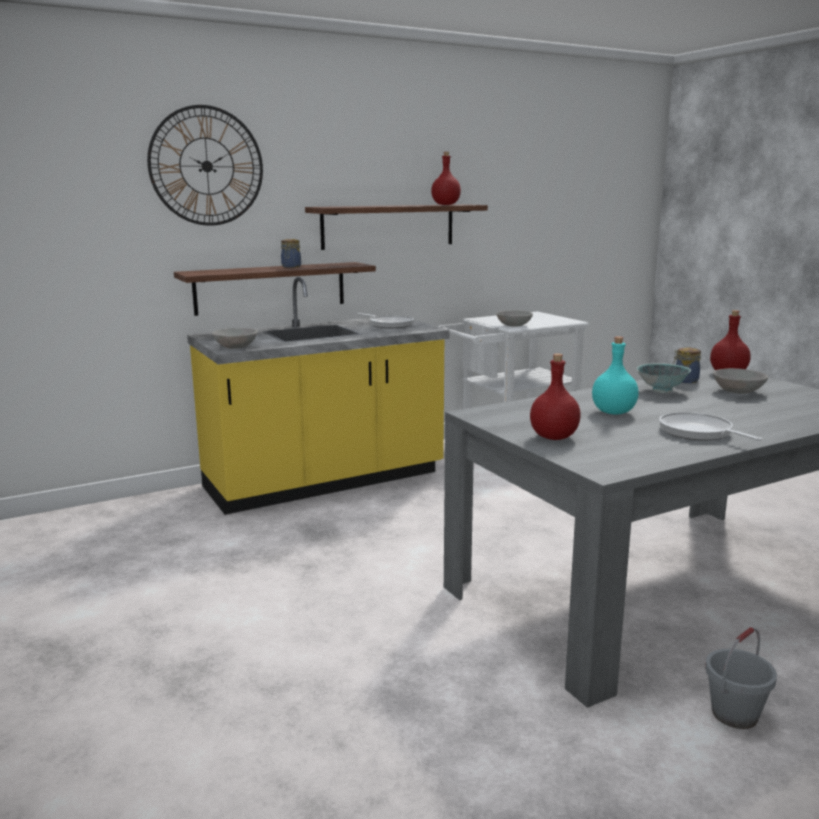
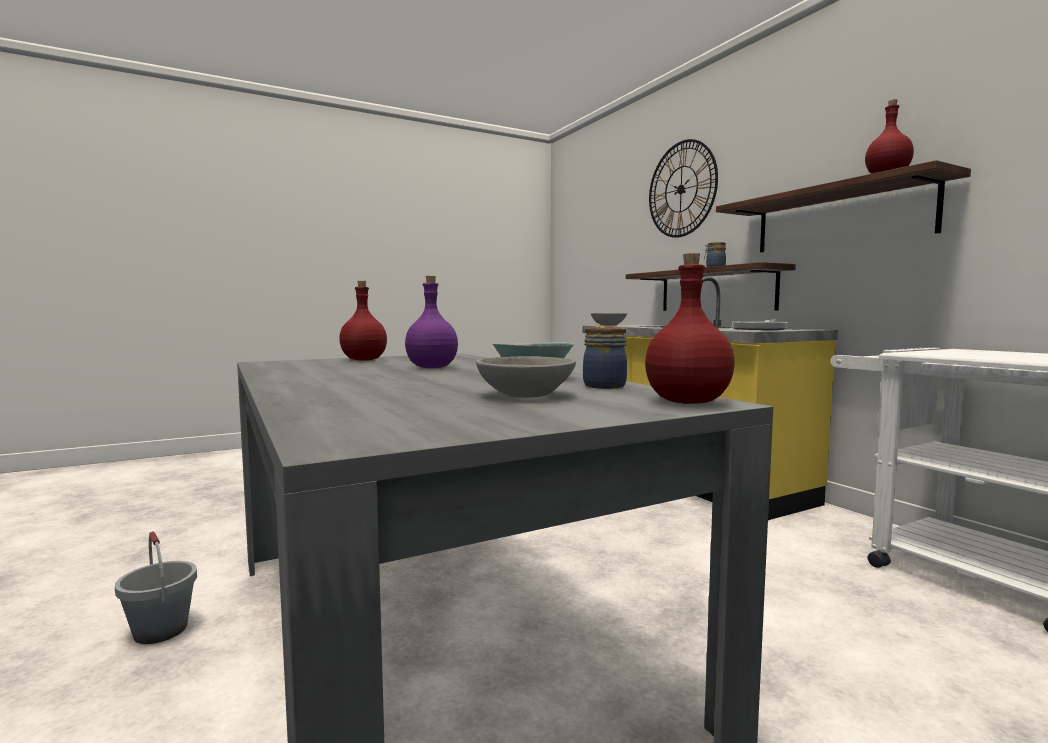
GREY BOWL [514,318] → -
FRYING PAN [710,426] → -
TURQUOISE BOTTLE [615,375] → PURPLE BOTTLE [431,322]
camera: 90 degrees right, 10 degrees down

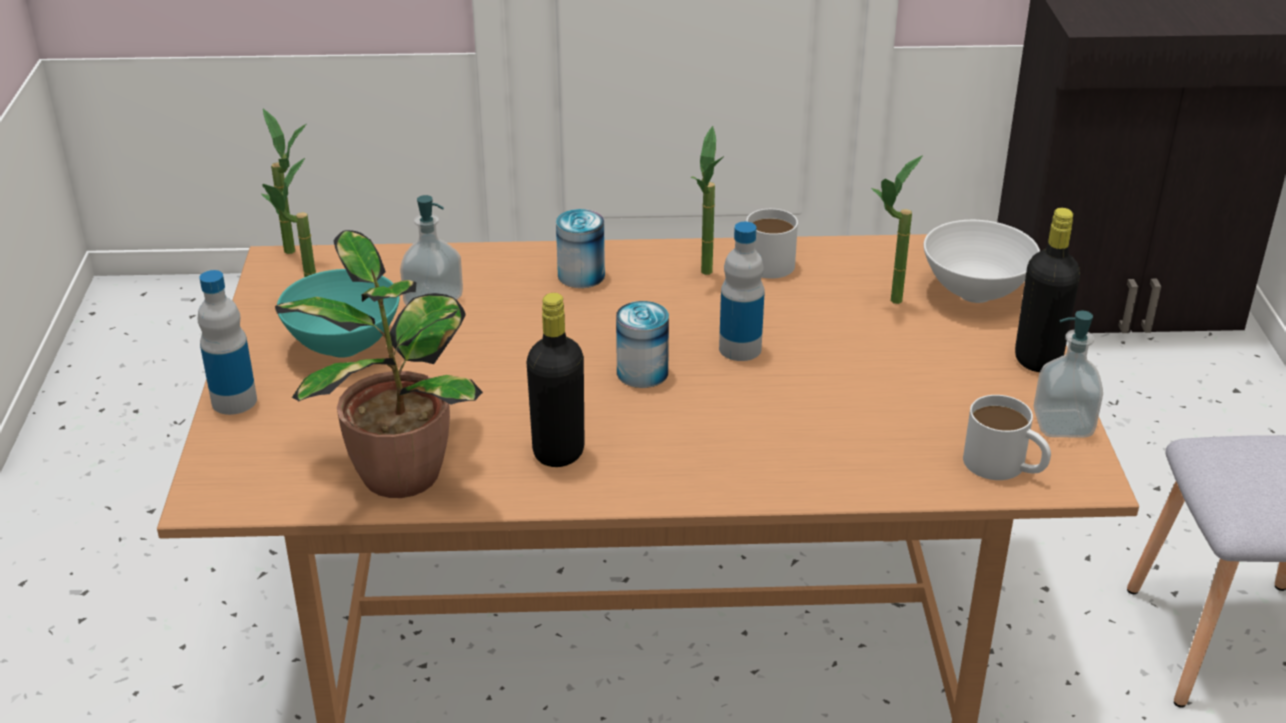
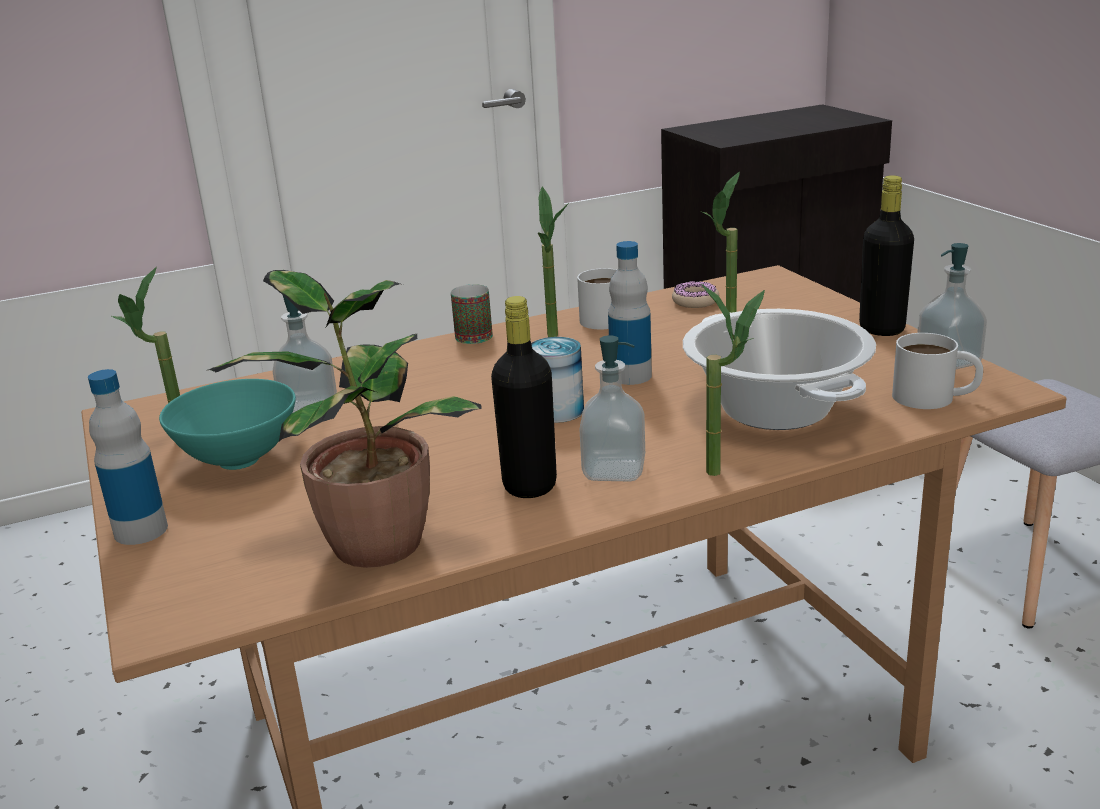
CAN [580,248] → -
WHITE BOWL [982,261] → -
- → MUG [472,314]
- → SOAP DISPENSER [612,408]
- → DONUT [695,294]
- → COOKING POT [779,369]
POTTED PLANT [285,181] → POTTED PLANT [733,380], moved
camera: 20 degrees left, 10 degrees down

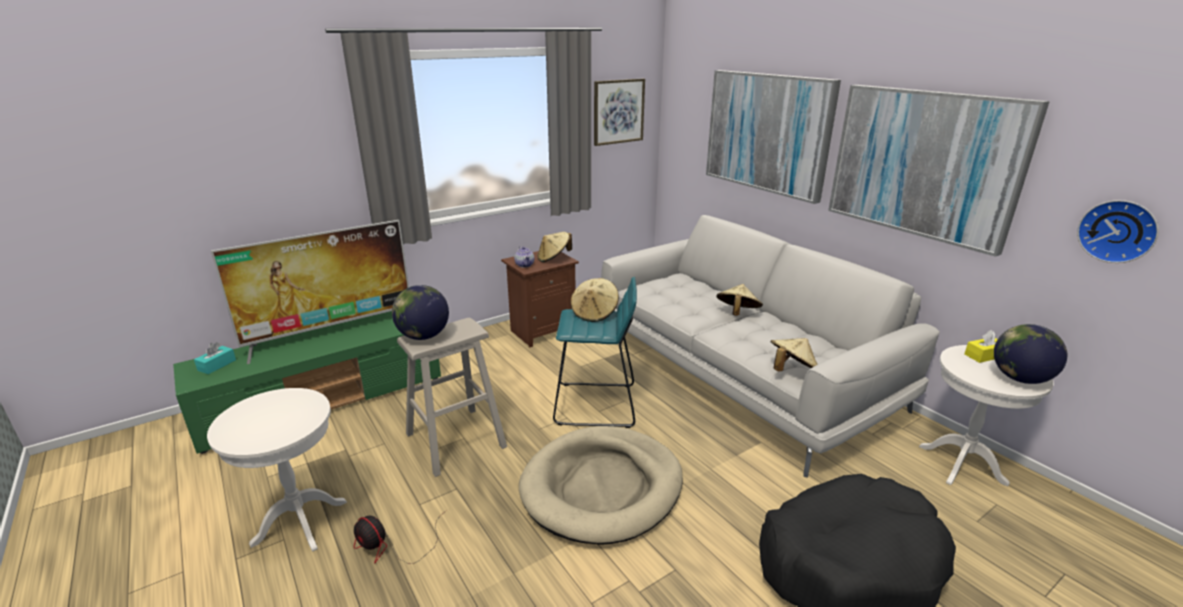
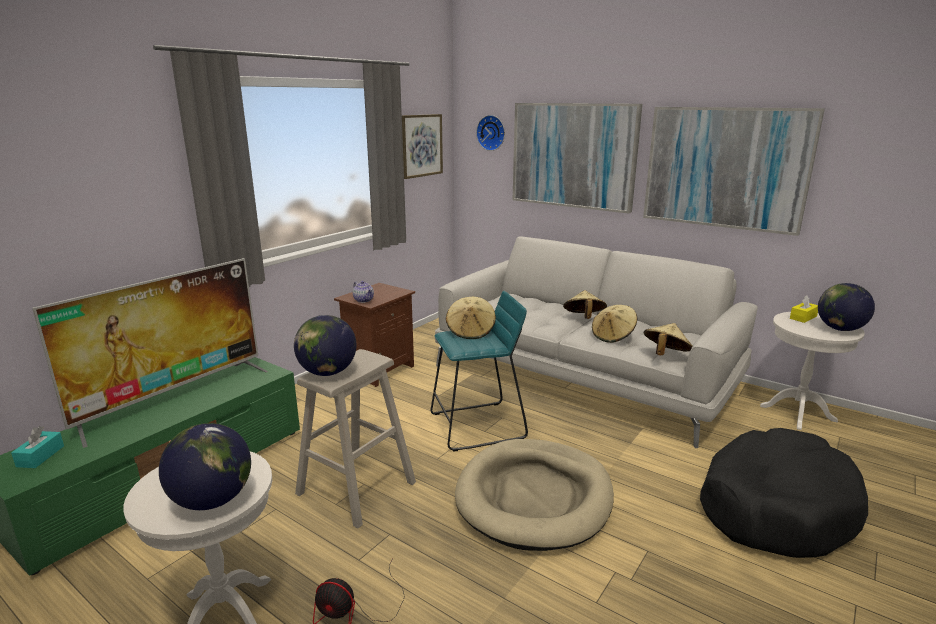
- → GLOBE [205,466]
BEIGE HAT [554,247] → BEIGE HAT [614,324], moved
WALL CLOCK [1118,231] → WALL CLOCK [490,133], moved
camera: 20 degrees left, 5 degrees down

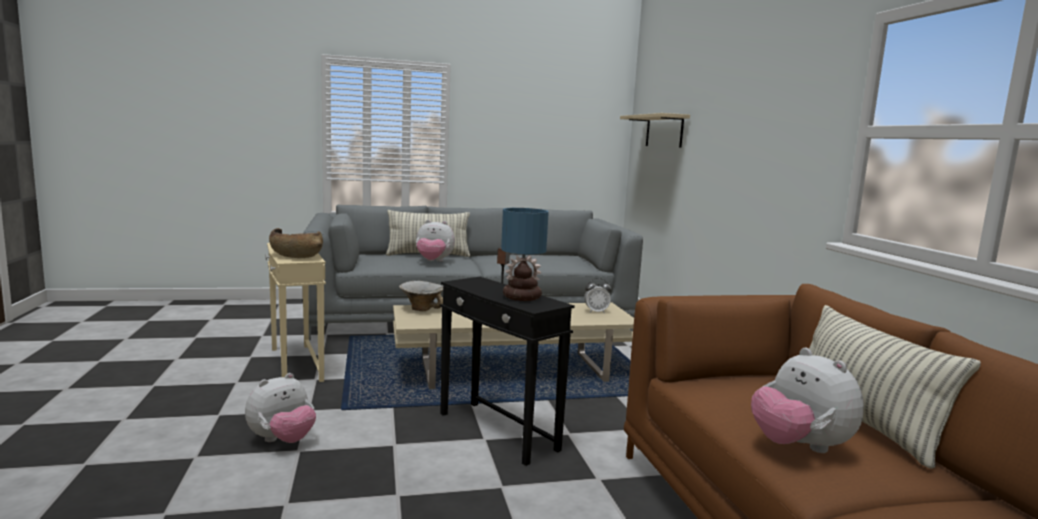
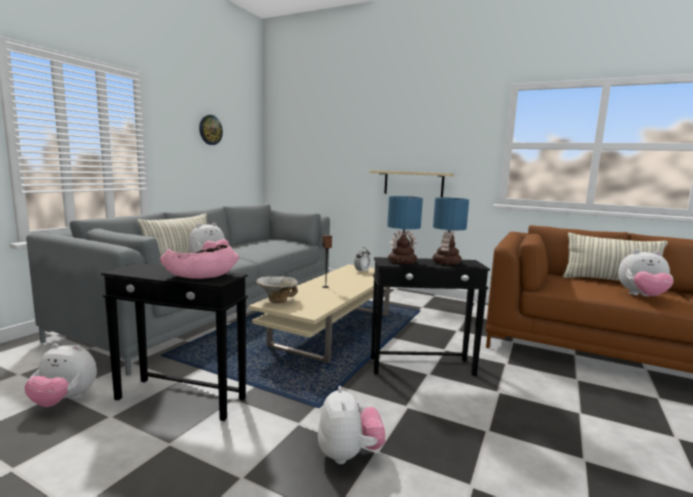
- → PLUSH TOY [60,375]
- → WALL CLOCK [211,130]
- → TABLE LAMP [405,230]
BEIGE SHELF [655,130] → BEIGE SHELF [412,183], moved
BEIGE SIDE TABLE [295,312] → BLACK SIDE TABLE [174,342]
BROWN BOWL [296,243] → PINK BOWL [199,261]
camera: 50 degrees left, 0 degrees up

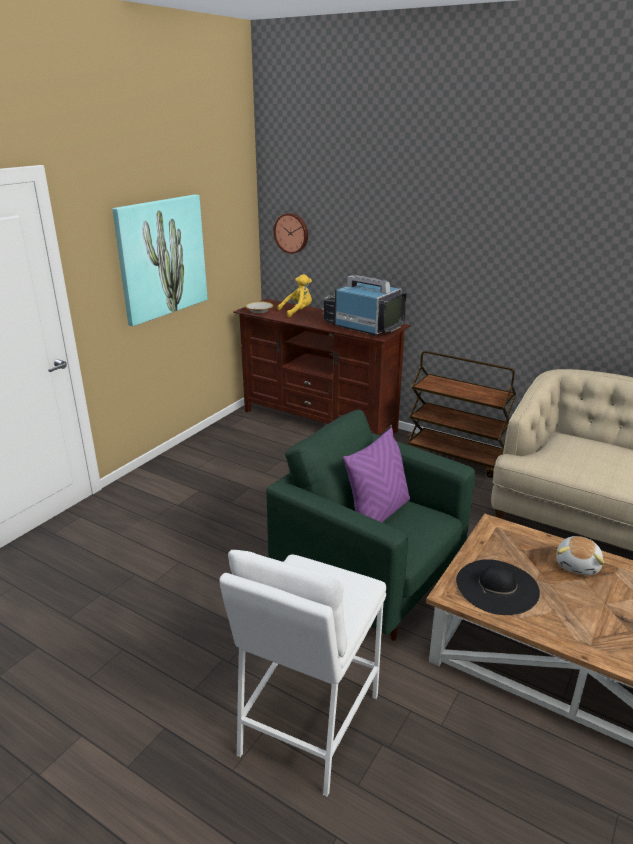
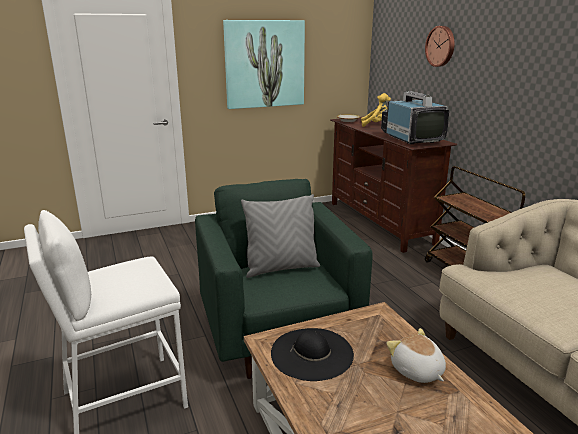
WALL CLOCK [290,233] → WALL CLOCK [440,46], moved
PURPLE PILLOW [376,474] → GREY PILLOW [280,236]
PLUSH TOY [580,555] → PLUSH TOY [416,355], 90 degrees clockwise
camera: 35 degrees right, 5 degrees down

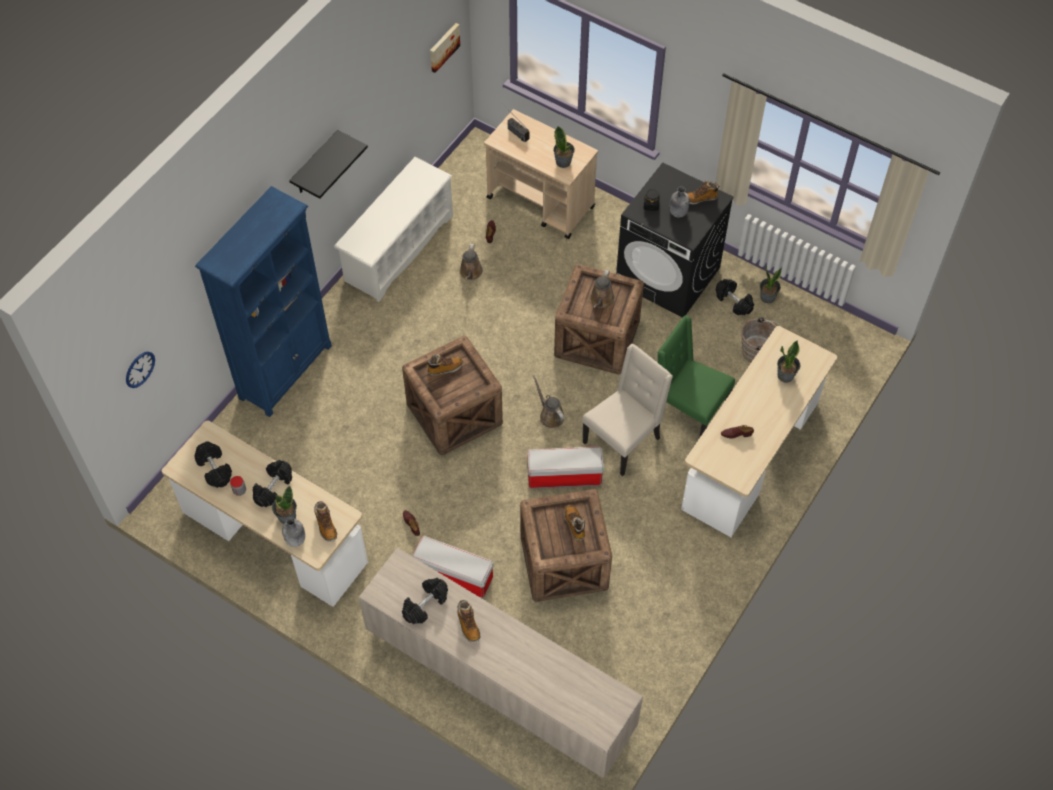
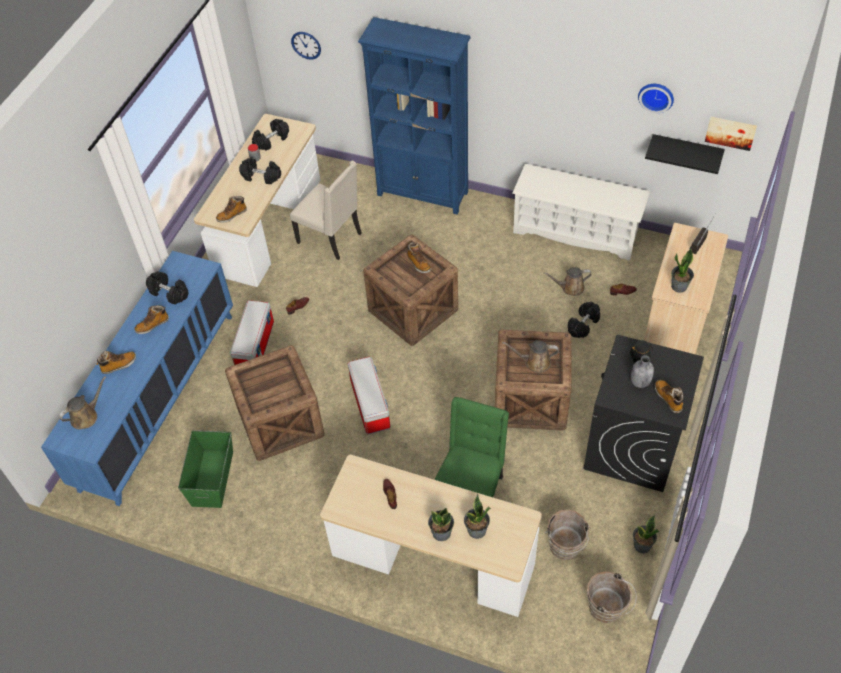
GREY BOTTLE [293,532] → -
- → GREEN STORAGE BOX [205,469]
- → BROWN BUCKET [612,597]
- → WALL CLOCK [656,98]
POTTED PLANT [284,504] → POTTED PLANT [441,524], moved
BLACK SHELF [328,164] → BLACK SHELF [685,154], moved
BROWN WATERING CAN [549,401] → BROWN WATERING CAN [82,402], moved
BOOT [574,523] → BOOT [116,362], moved
BEIGE CHAIR [627,410] → BEIGE CHAIR [326,210], moved
BLACK DUMBBELL [735,297] → BLACK DUMBBELL [584,320], moved
BEIGE CABINET [501,662] → BLUE CABINET [137,378]
camera: 80 degrees right, 5 degrees down

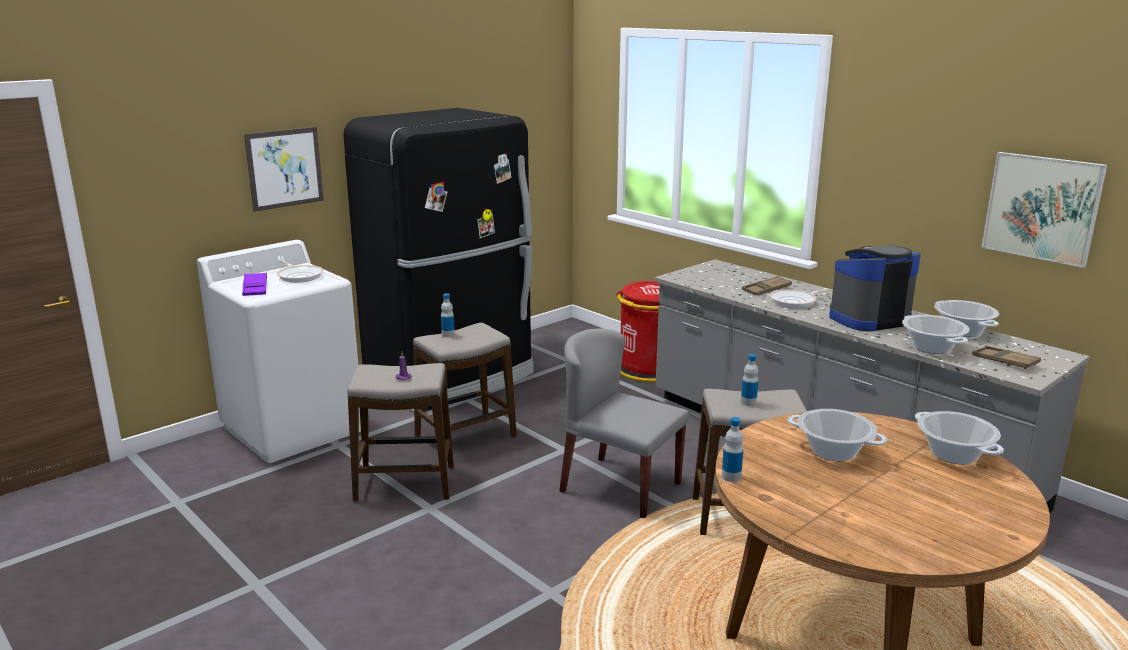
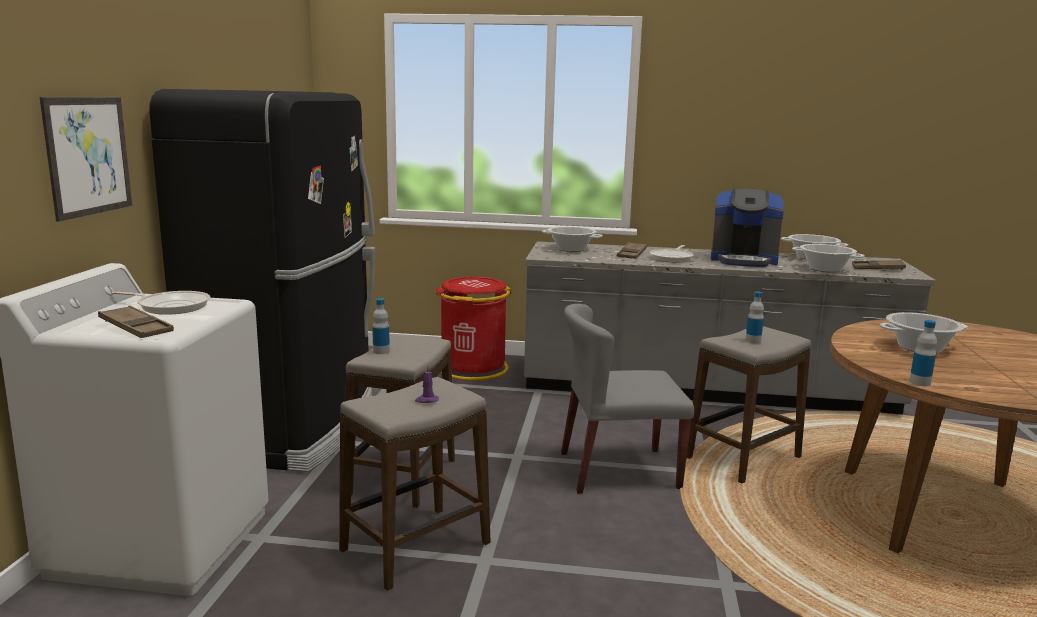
PICTURE [1044,210] → -
COOKING POT [959,437] → COOKING POT [572,239], moved
PURPLE TRAY [254,284] → BROWN TRAY [136,321]
COFFEE MACHINE [875,288] → COFFEE MACHINE [747,227], 105 degrees counterclockwise
camera: 40 degrees left, 5 degrees down

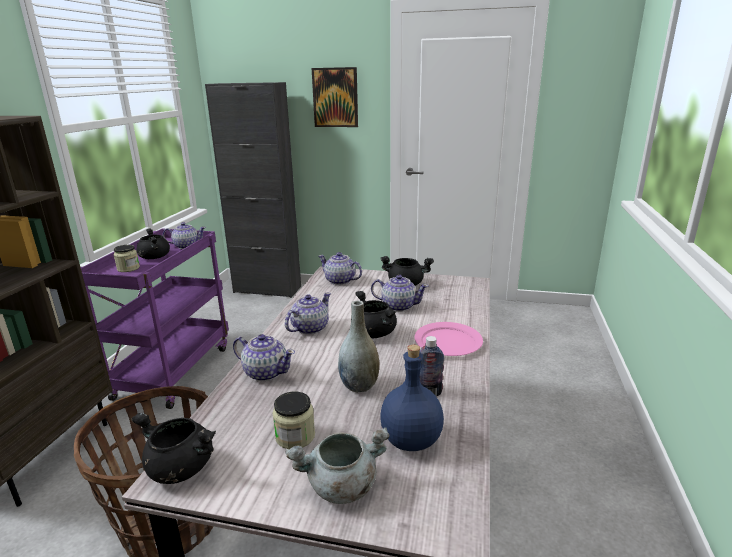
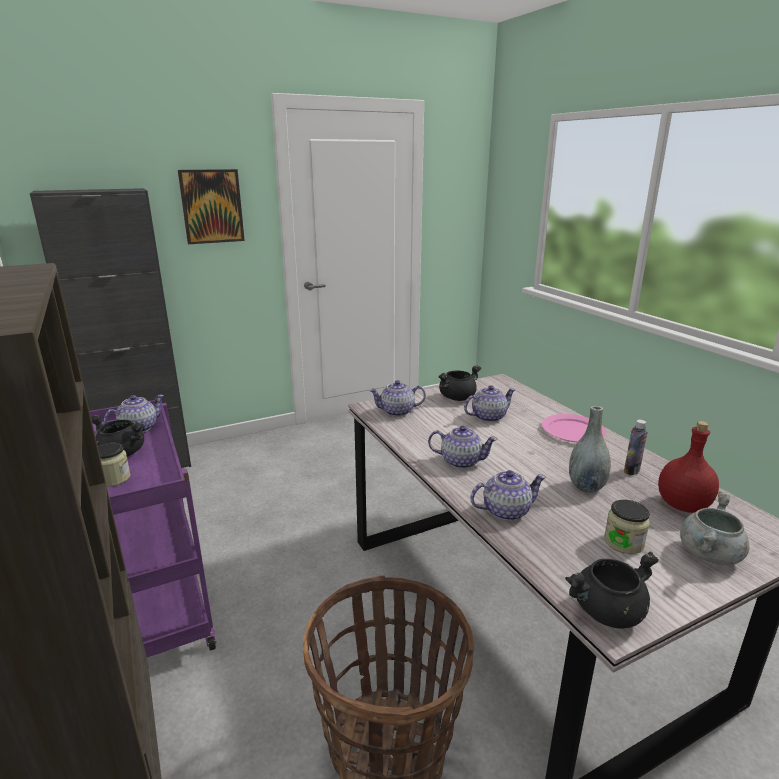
BLACK COOKING POT [376,314] → -
BLUE BOTTLE [412,398] → RED BOTTLE [688,467]
TEAPOT [308,314] → TEAPOT [463,447], 105 degrees clockwise
camera: 40 degrees left, 0 degrees up

